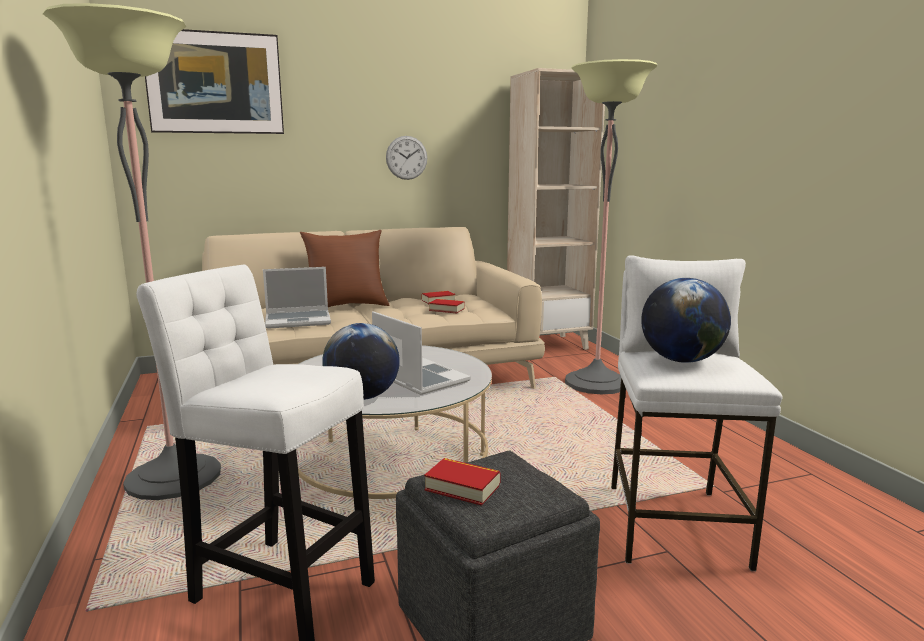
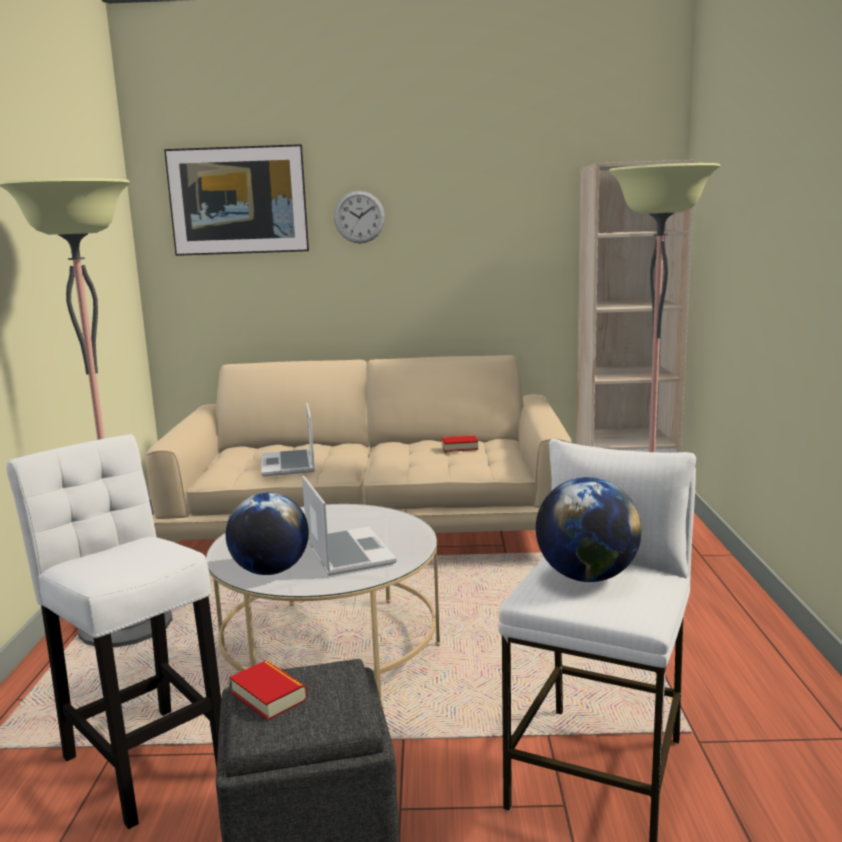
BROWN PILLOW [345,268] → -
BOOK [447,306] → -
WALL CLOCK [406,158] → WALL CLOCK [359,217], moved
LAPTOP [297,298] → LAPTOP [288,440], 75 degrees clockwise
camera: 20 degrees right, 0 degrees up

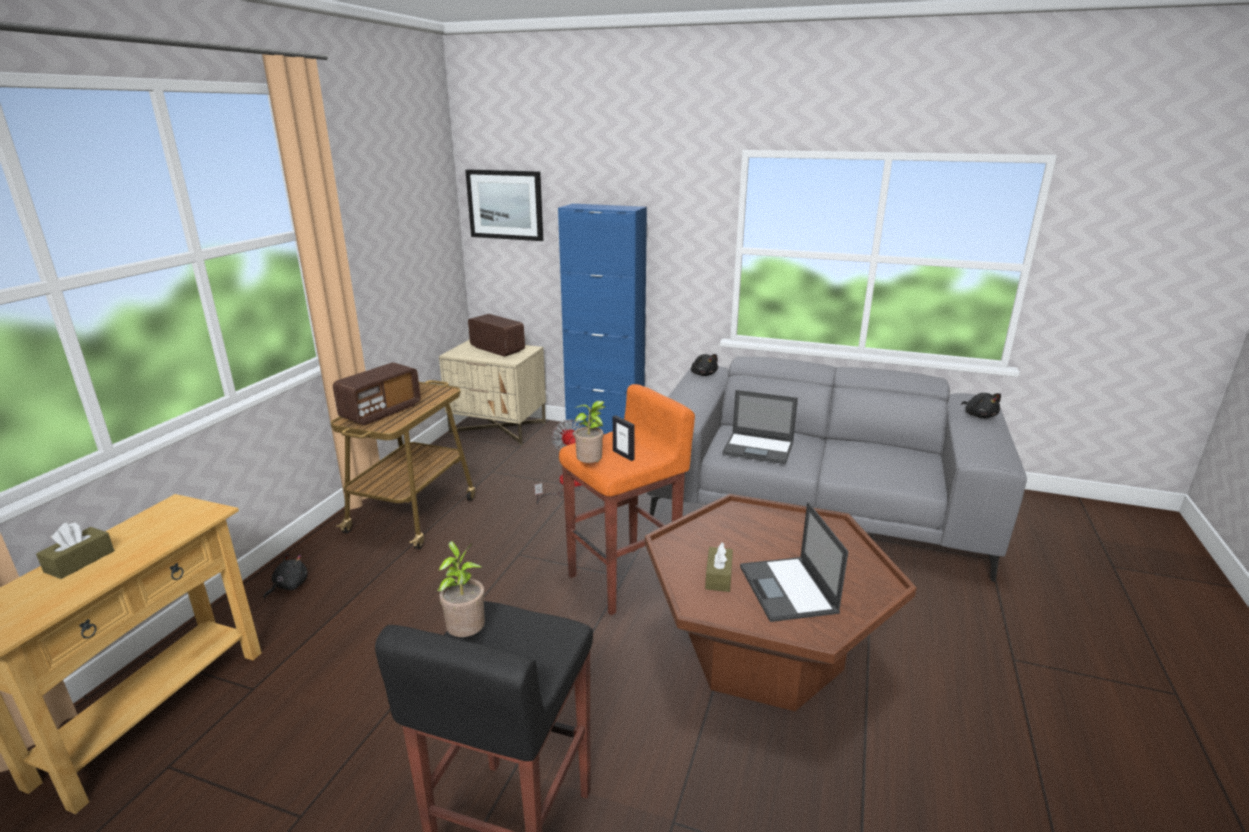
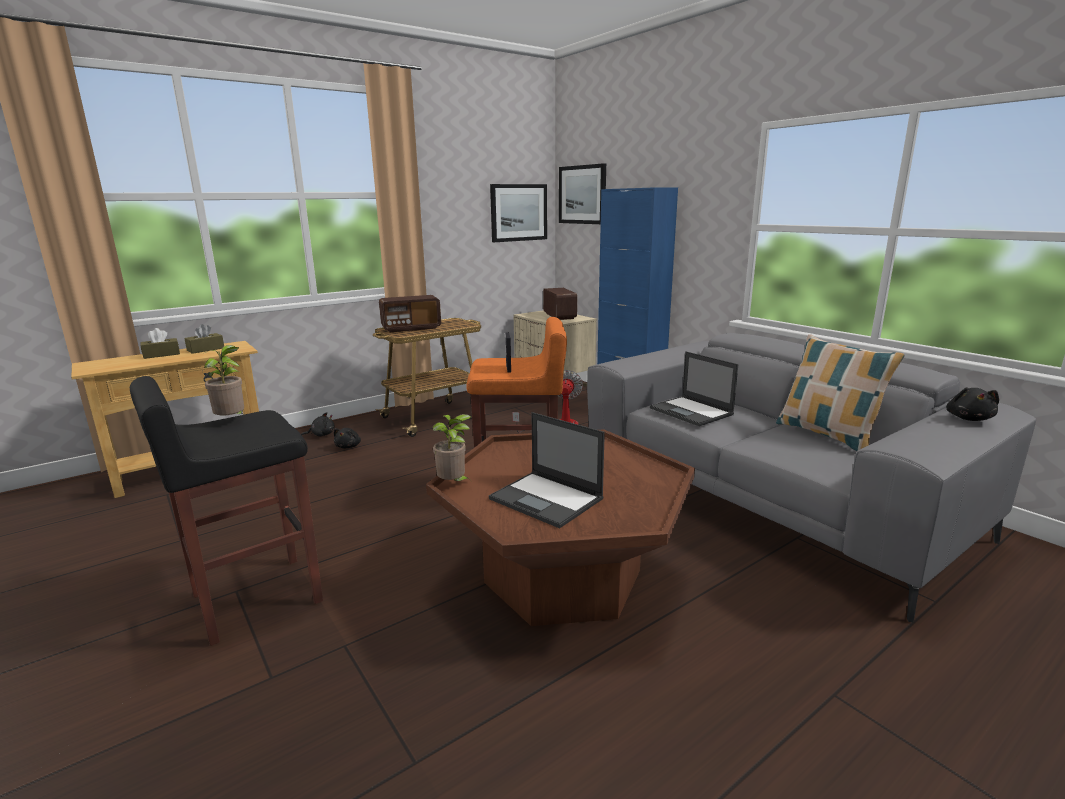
- → PICTURE [518,213]
- → PILLOW [840,392]
POTTED PLANT [590,432] → POTTED PLANT [452,447], moved
BLACK PLUSH TOY [704,365] → BLACK PLUSH TOY [347,438], moved
BROWN TISSUE BOX [719,567] → BROWN TISSUE BOX [204,339], moved
LAPTOP [794,562] → LAPTOP [547,470], 75 degrees counterclockwise
camera: 35 degrees right, 5 degrees down

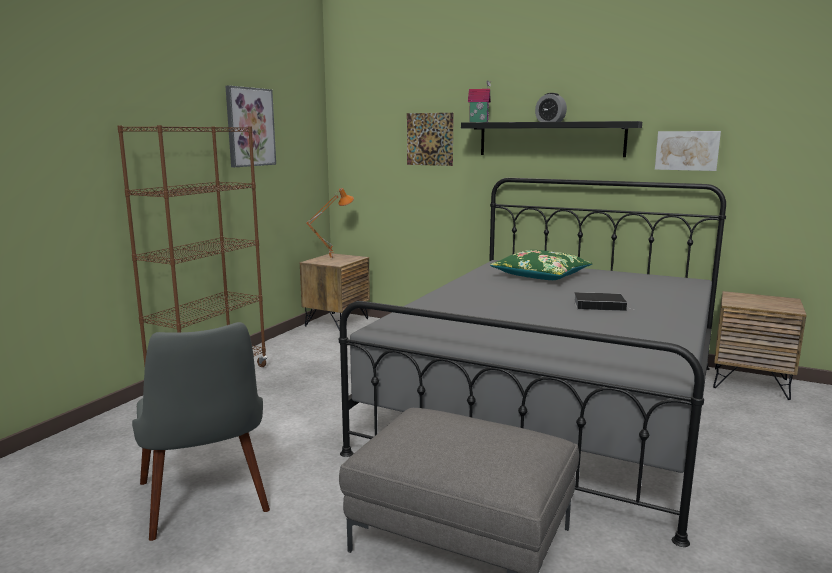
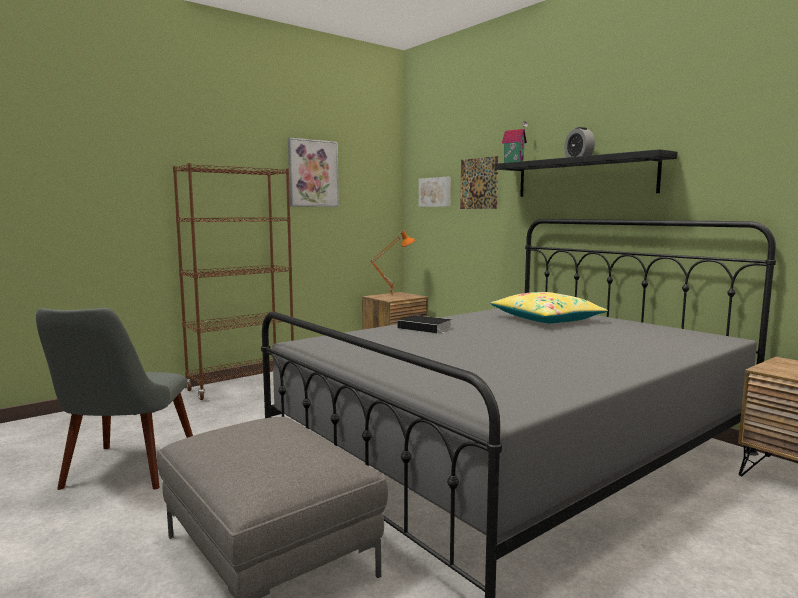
BOOK [603,301] → BOOK [425,324], moved
PICTURE [688,151] → PICTURE [435,192], moved
GREEN PILLOW [541,265] → YELLOW PILLOW [549,307]
camera: 25 degrees right, 5 degrees down

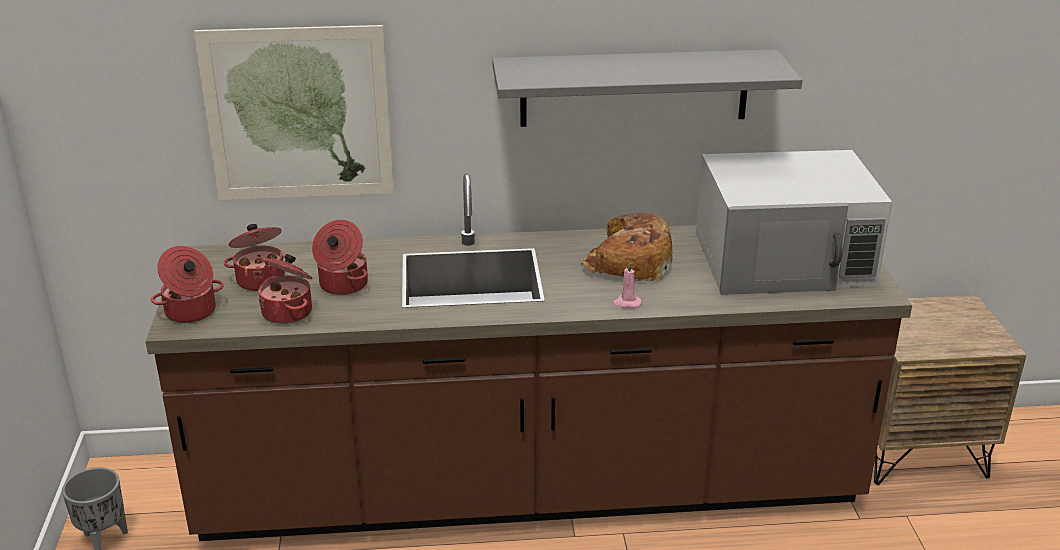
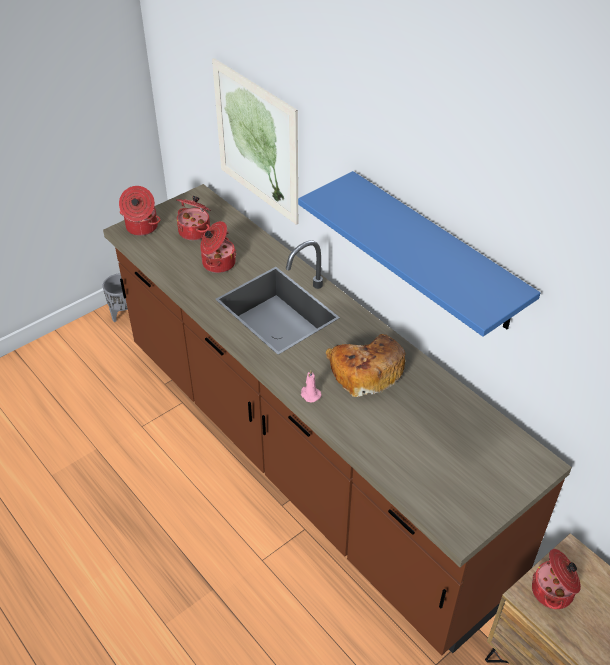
WHITE MICROWAVE [794,222] → -
COOKING POT [285,289] → COOKING POT [556,579], moved
GREY SHELF [647,88] → BLUE SHELF [419,254]
camera: 55 degrees right, 15 degrees up

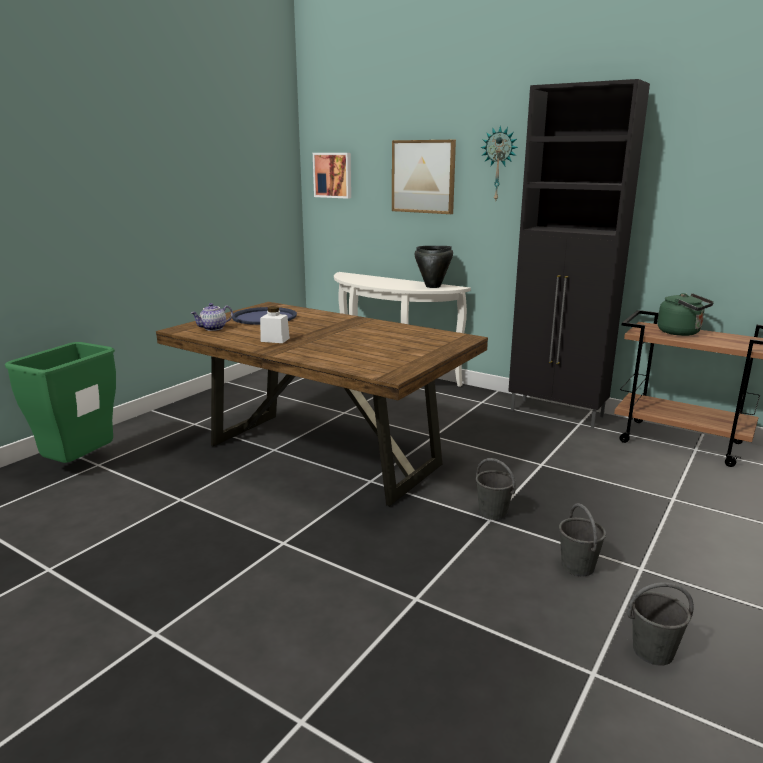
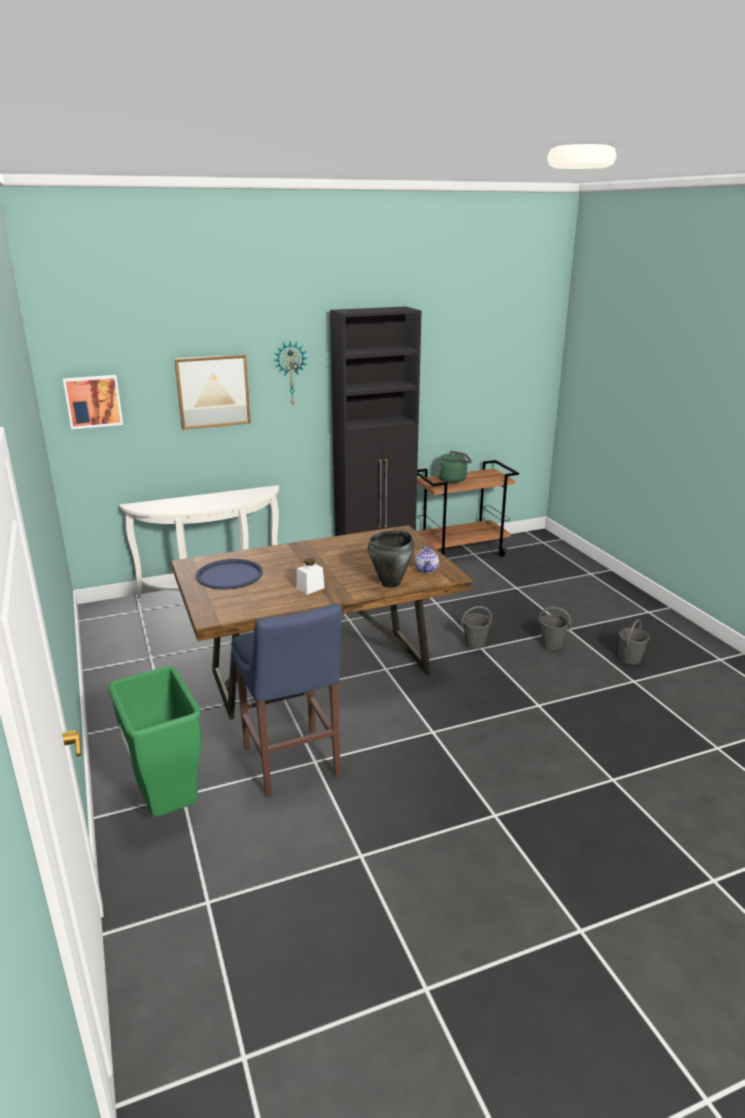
- → BLUE STOOL [286,700]
TEAPOT [212,317] → TEAPOT [426,559], moved
BLACK COOKING POT [434,267] → BLACK COOKING POT [391,559], moved
camera: 55 degrees left, 5 degrees up

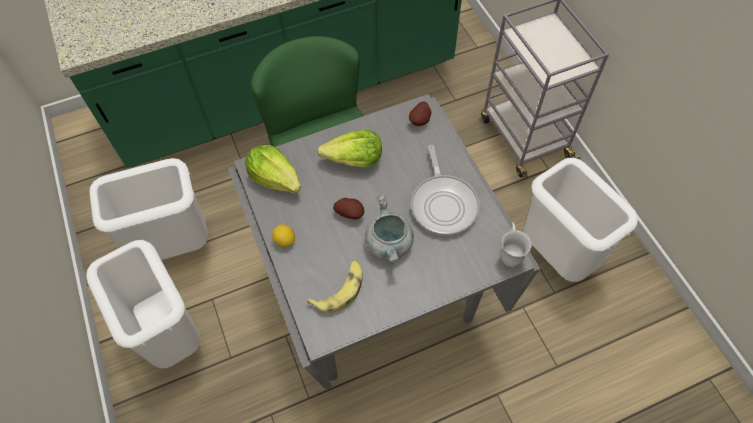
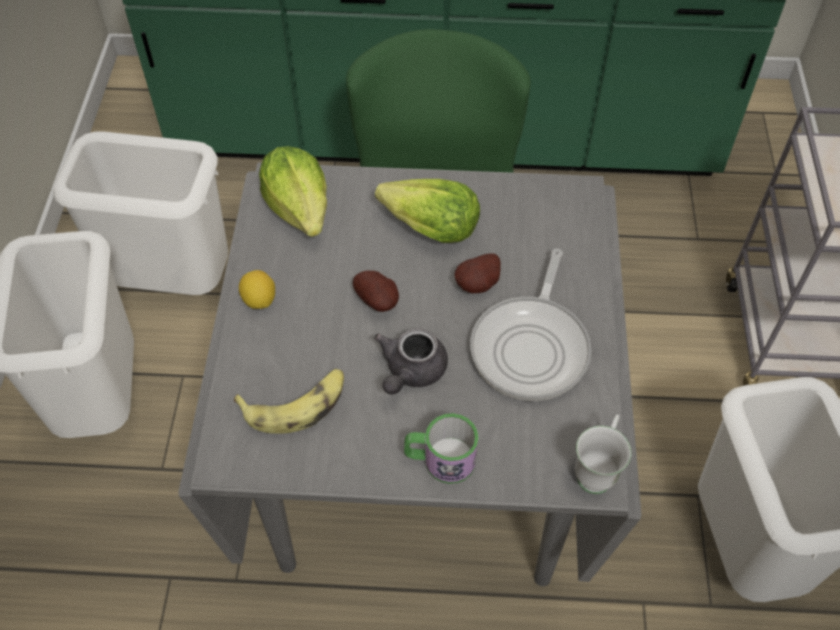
- → MUG [441,448]
POTATO [420,113] → POTATO [477,273], moved
GREY COOKING POT [389,230] → GREY TEAPOT [411,361]
camera: 25 degrees right, 5 degrees down

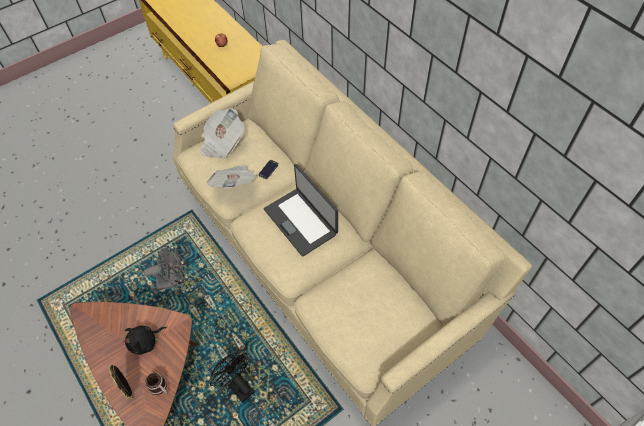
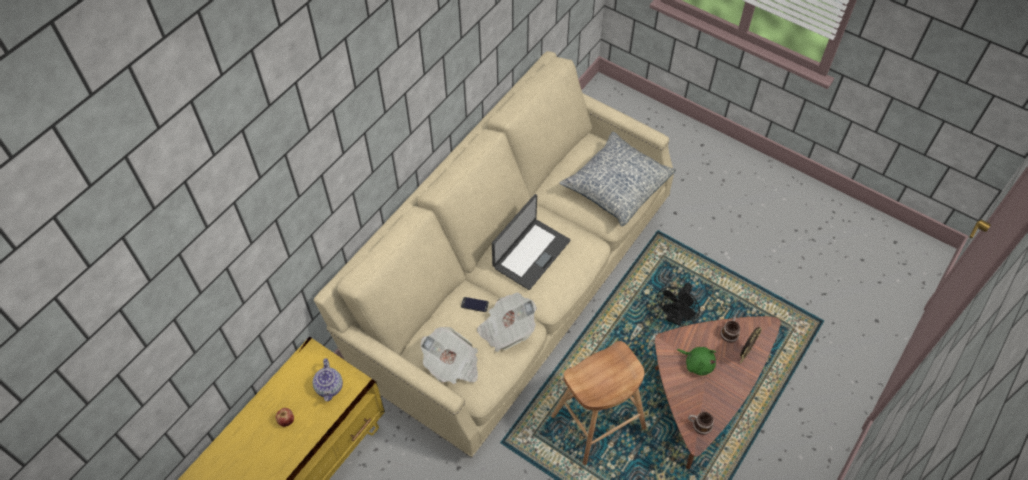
- → TEAPOT [328,379]
- → PILLOW [617,179]
- → MUG [701,423]
GREY FAN [163,267] → BROWN STOOL [598,403]
BLACK PLUSH TOY [144,340] → GREEN PLUSH TOY [696,361]
camera: 110 degrees left, 0 degrees up

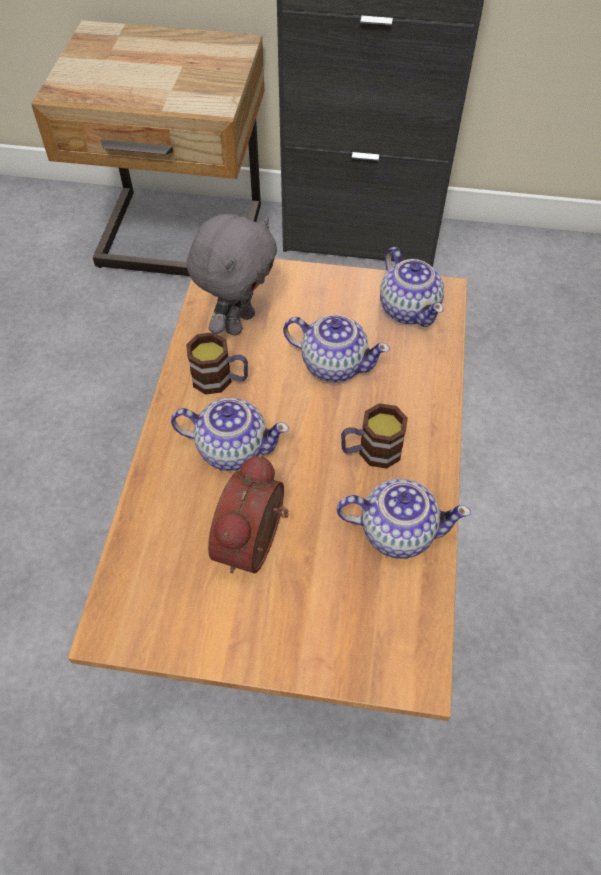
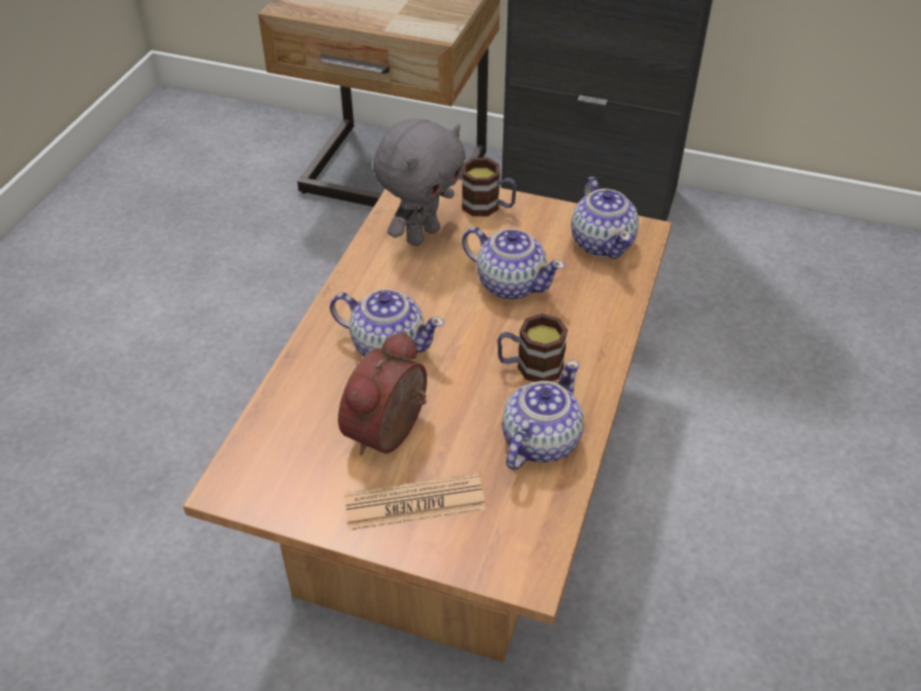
- → NEWSPAPER [415,502]
MUG [217,363] → MUG [489,187], moved
TEAPOT [404,519] → TEAPOT [543,415], 75 degrees counterclockwise
camera: 10 degrees right, 10 degrees down

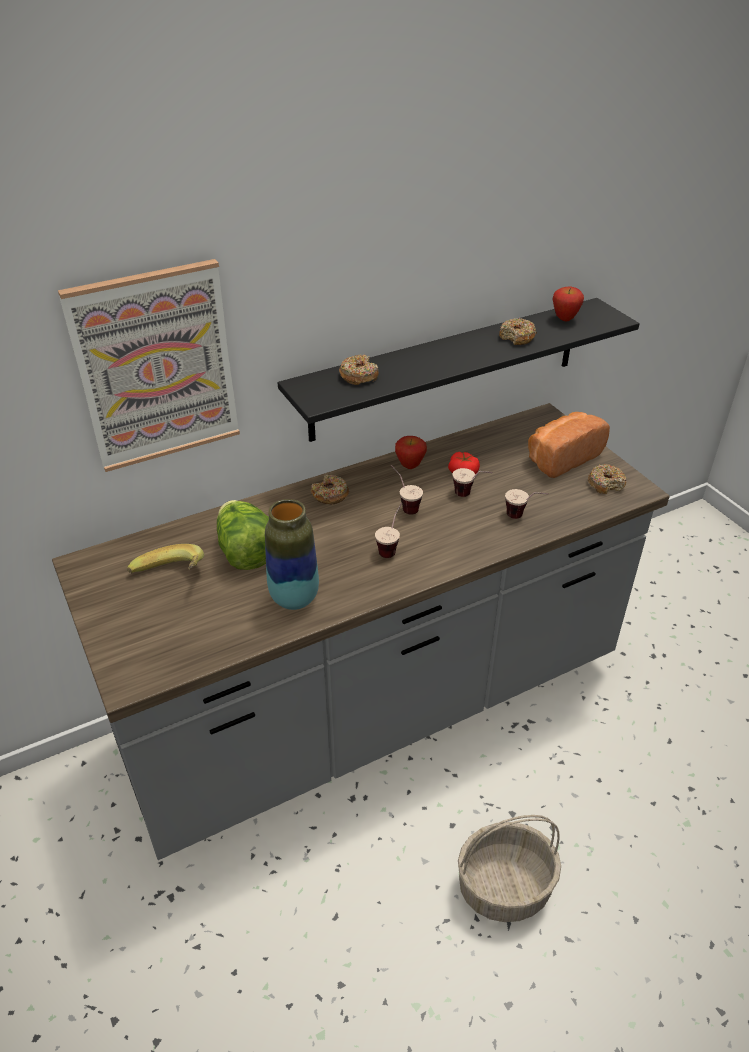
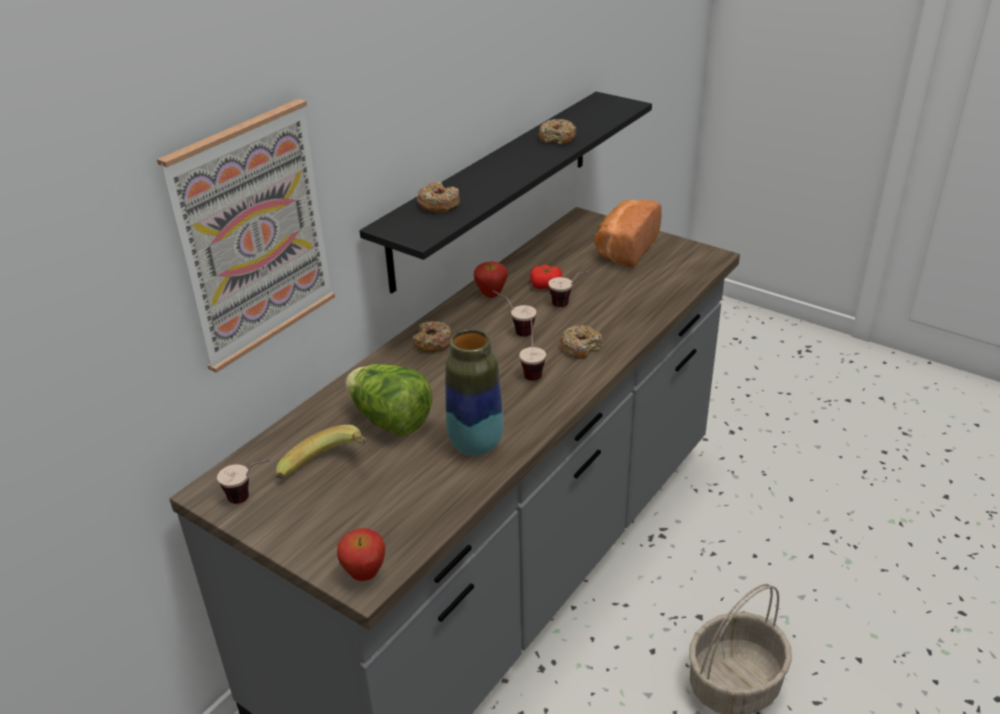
CUP [527,504] → CUP [243,482], moved
APPLE [568,303] → APPLE [361,554], moved
DONUT [607,479] → DONUT [581,342], moved
camera: 25 degrees left, 5 degrees down

